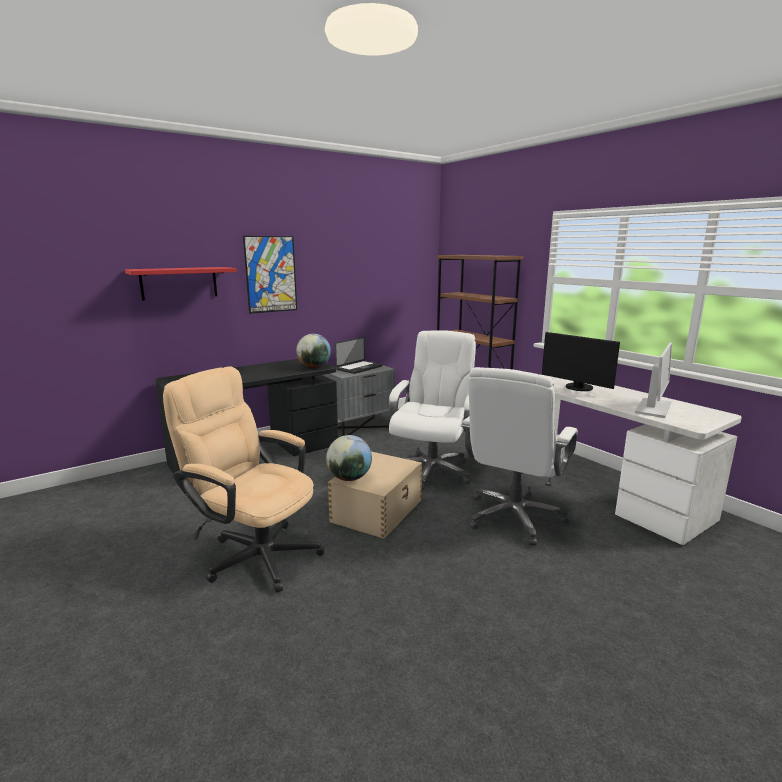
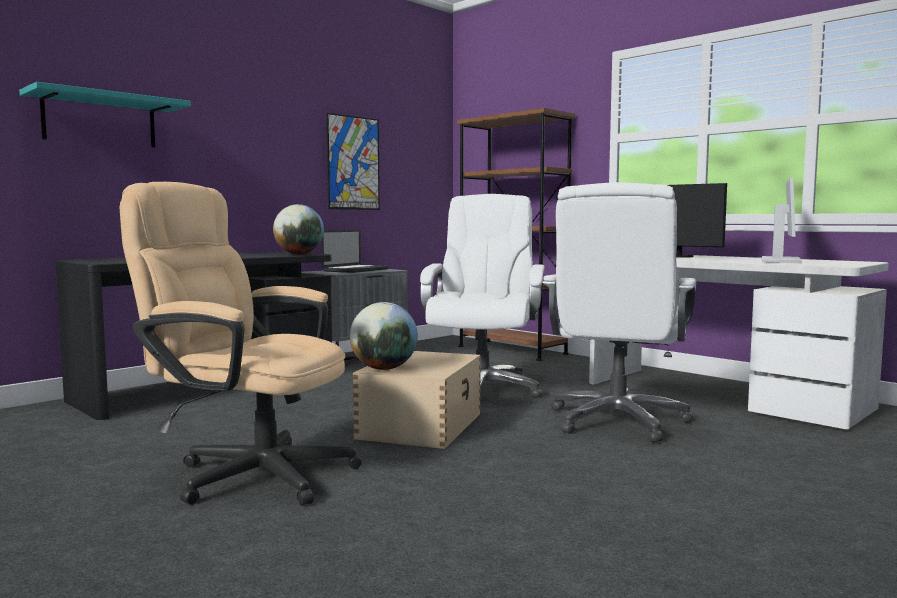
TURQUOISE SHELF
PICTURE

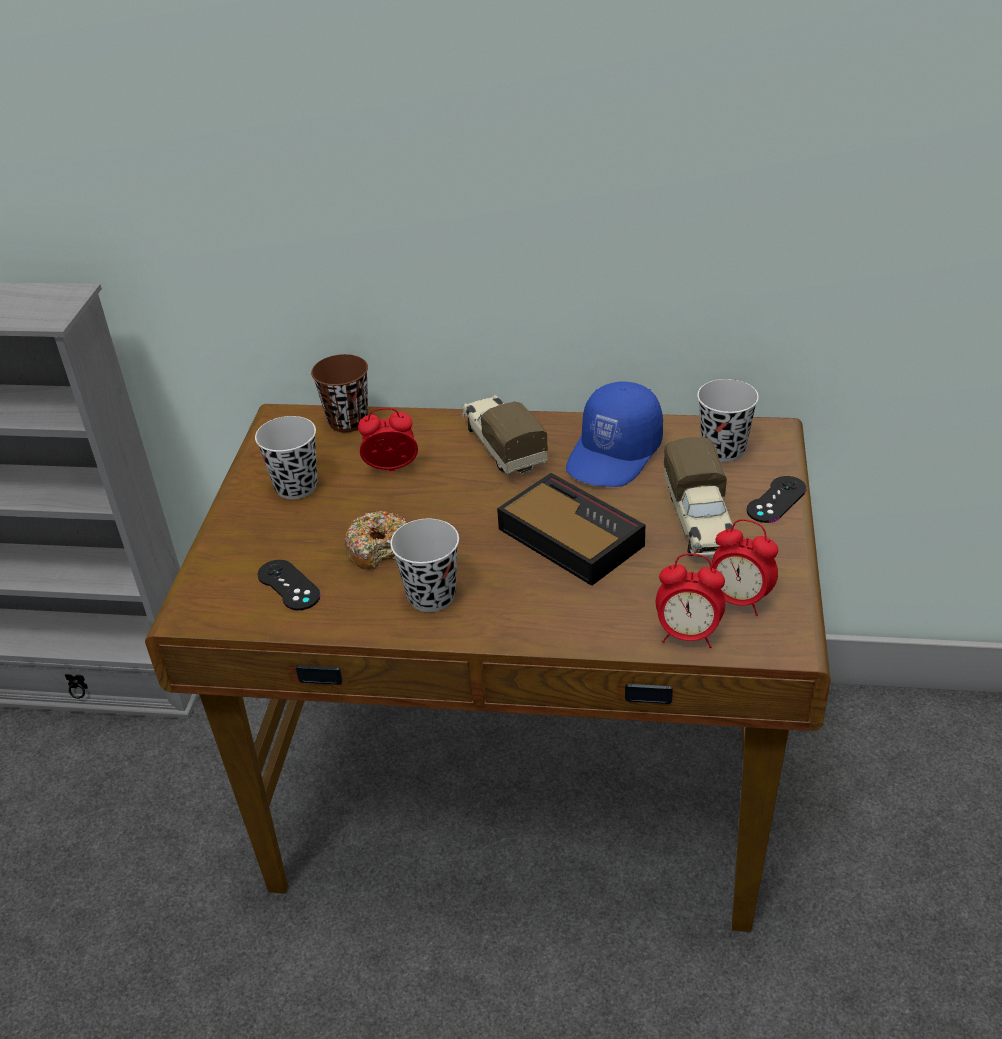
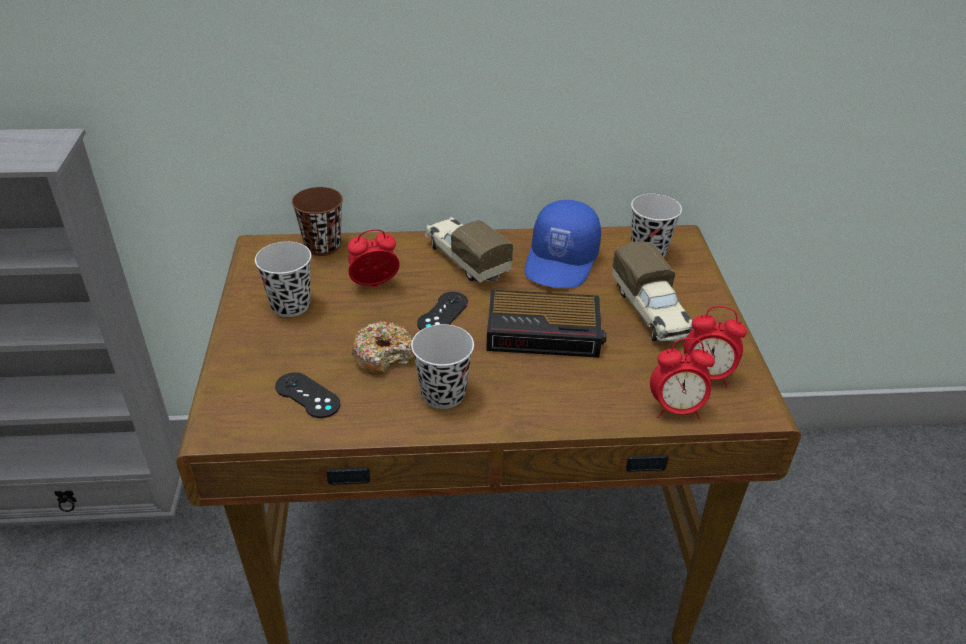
BLACK GAME CONTROLLER (no. 2 from left)
ALARM CLOCK (no. 2 from left)

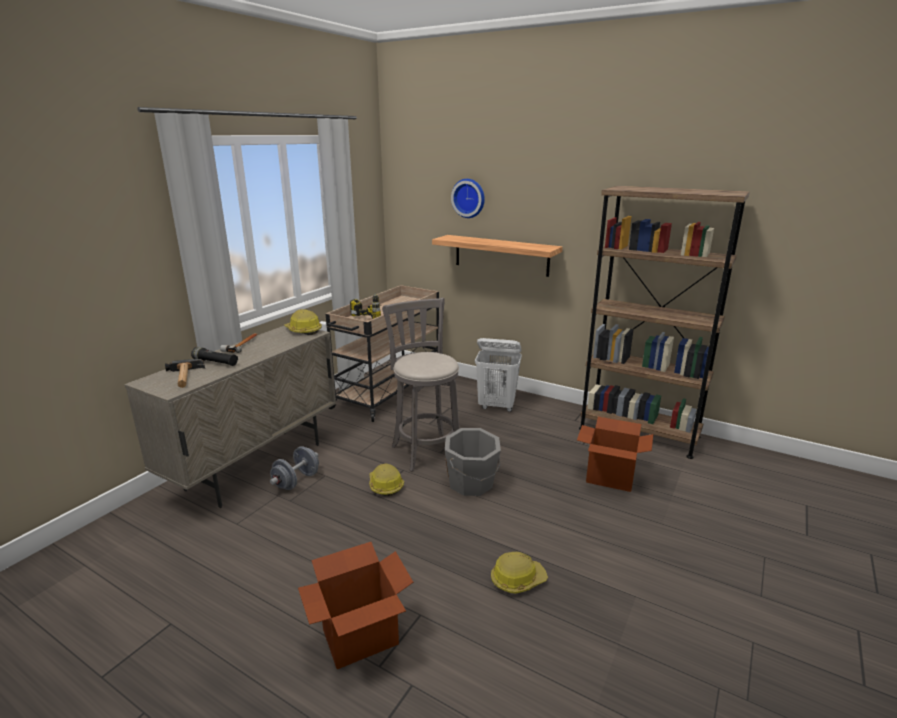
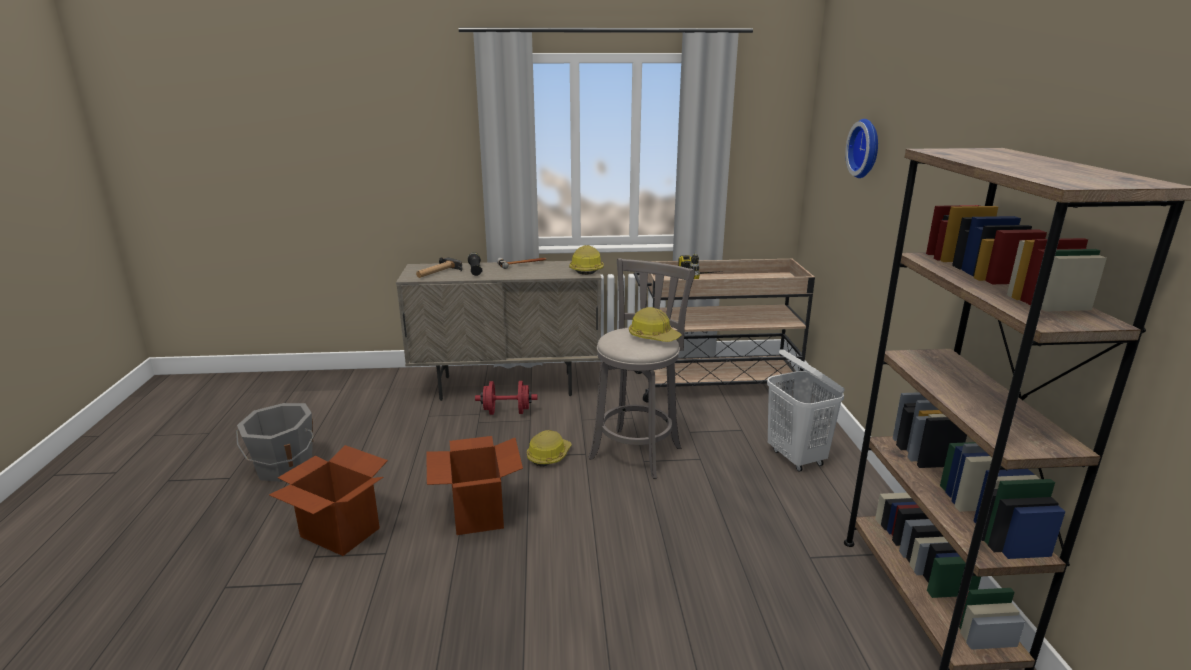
GREY BUCKET
CARDBOARD BOX (no. 2 from left)
RED DUMBBELL
HARD HAT (no. 3 from left)
SHELF

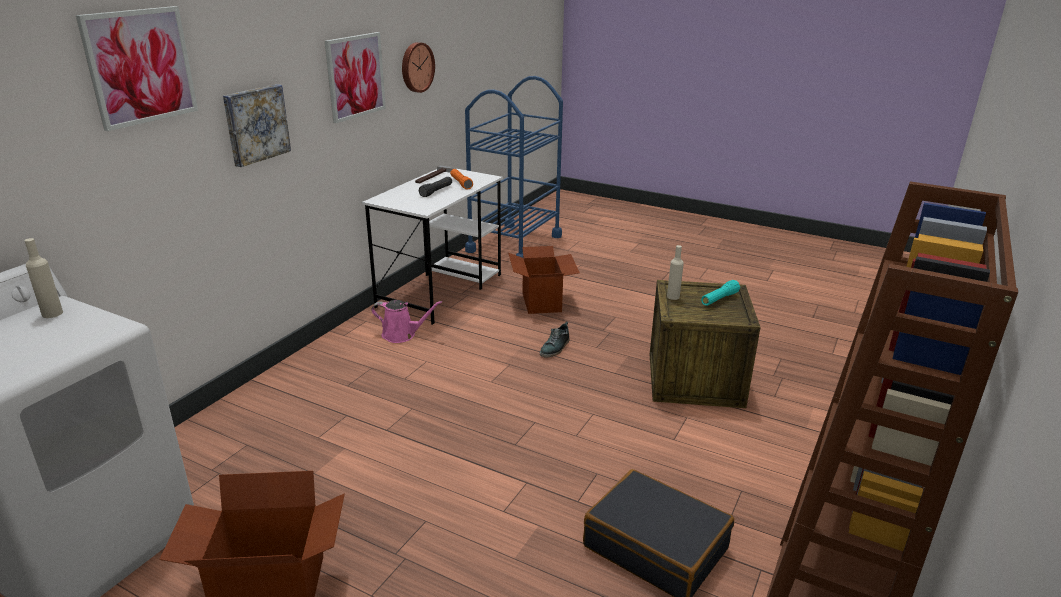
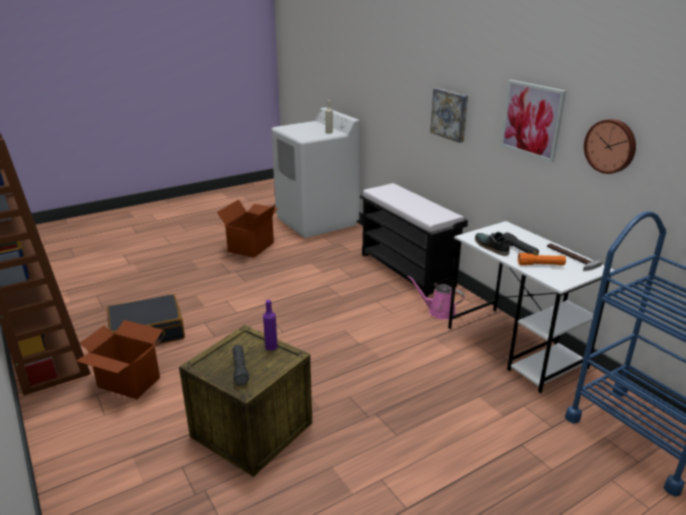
CARDBOARD BOX (no. 1 from left)
BLACK FLASHLIGHT (no. 1 from left)
PURPLE BOTTLE
BLACK BENCH
PINK WATERING CAN
SHOE
PICTURE (no. 1 from left in the first image)

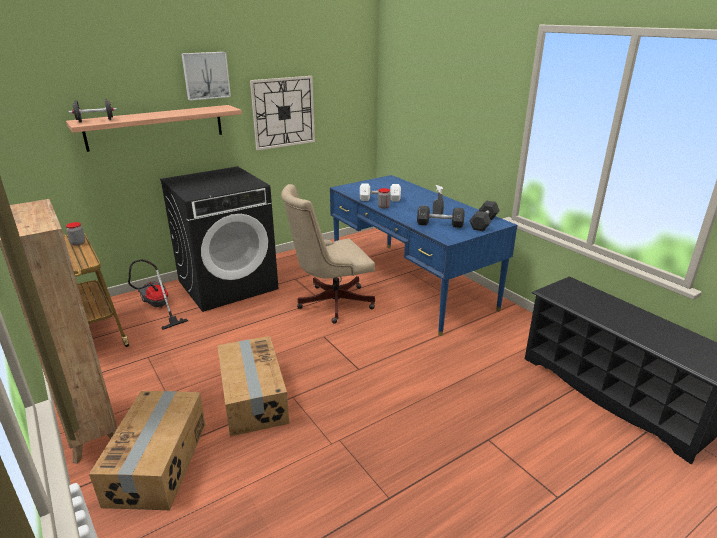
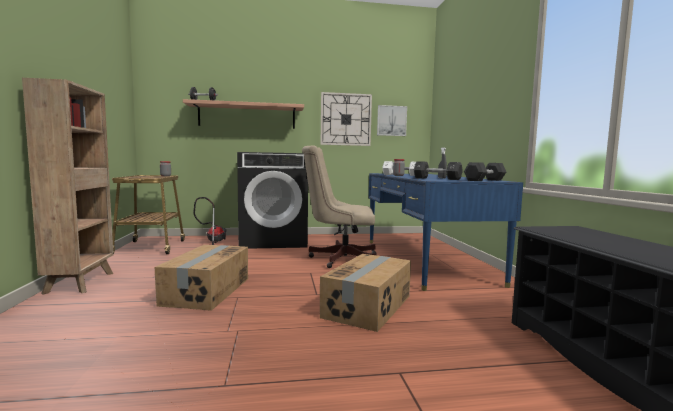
CARDBOARD BOX (no. 2 from left)
PICTURE

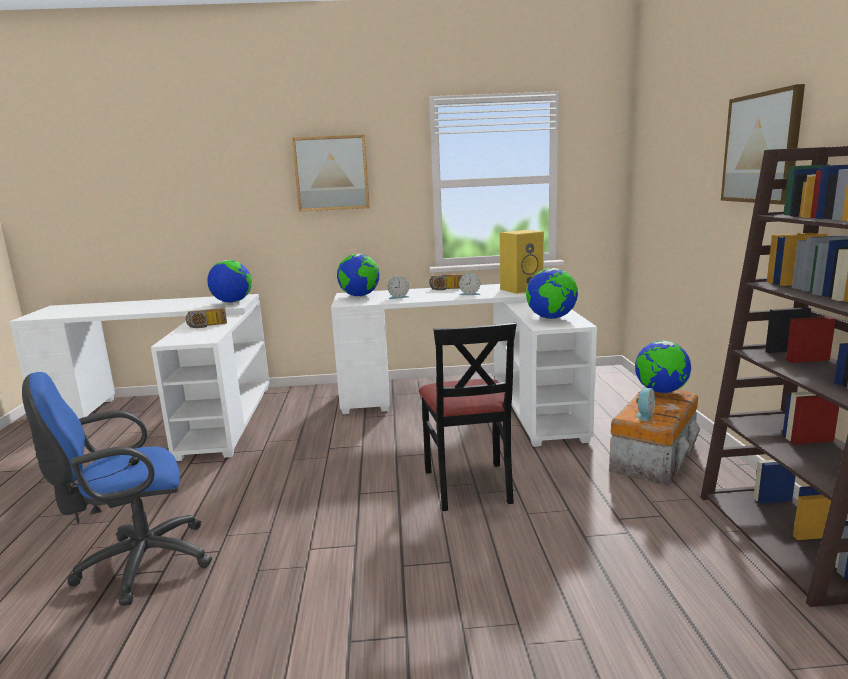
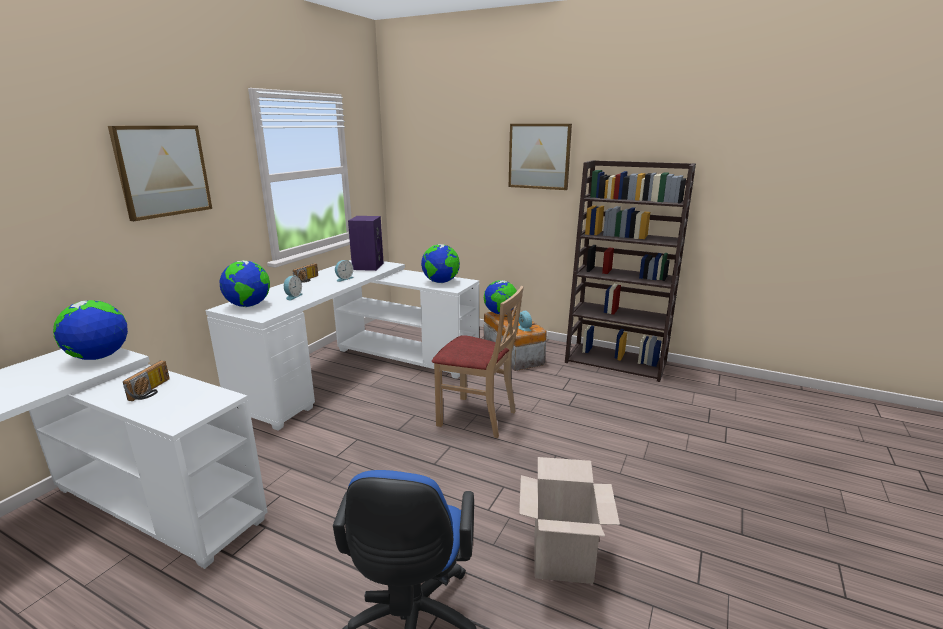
PURPLE SPEAKER
BEIGE CHAIR
CARDBOARD BOX

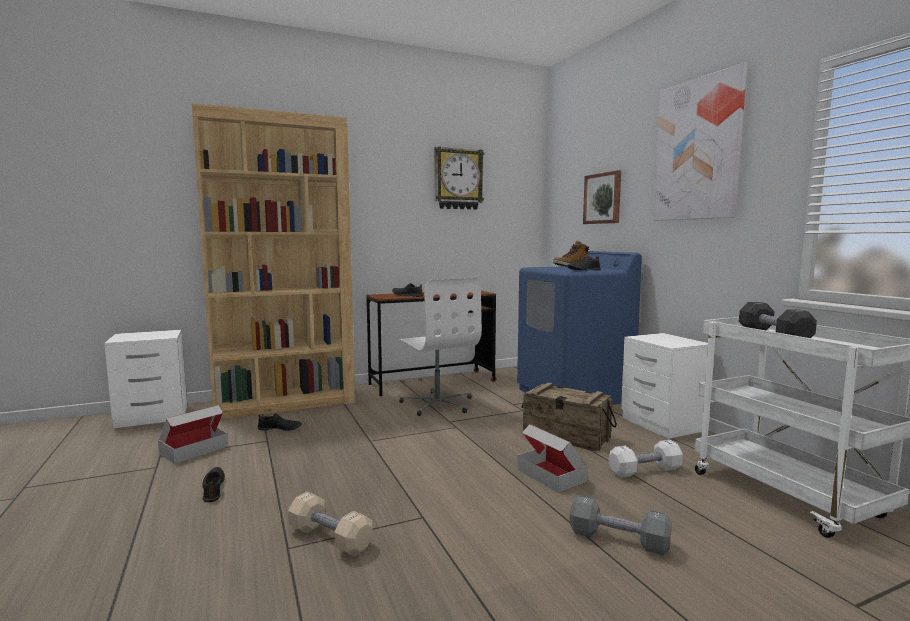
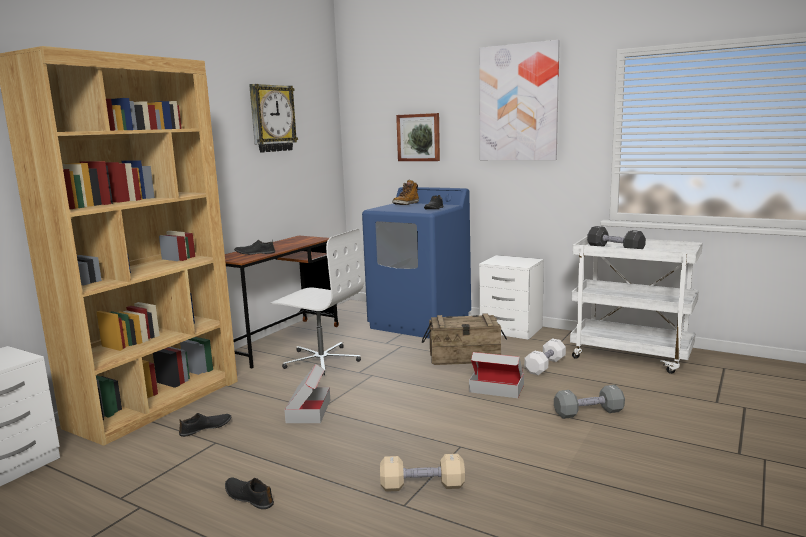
CARDBOARD BOX (no. 1 from left)

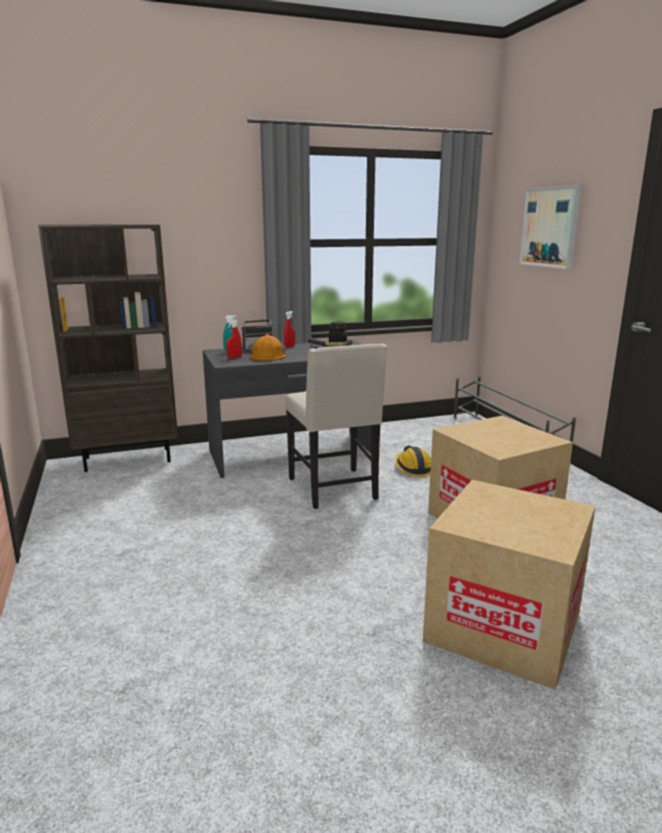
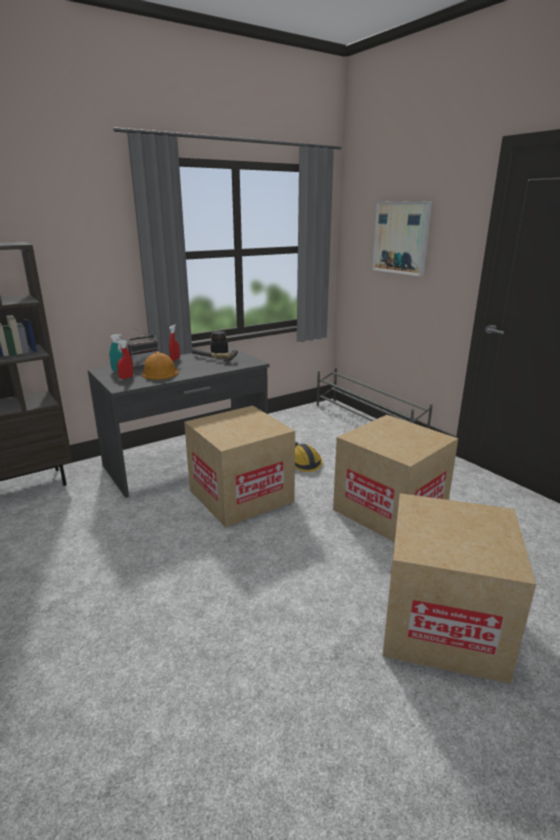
CARDBOARD BOX (no. 1 from left)

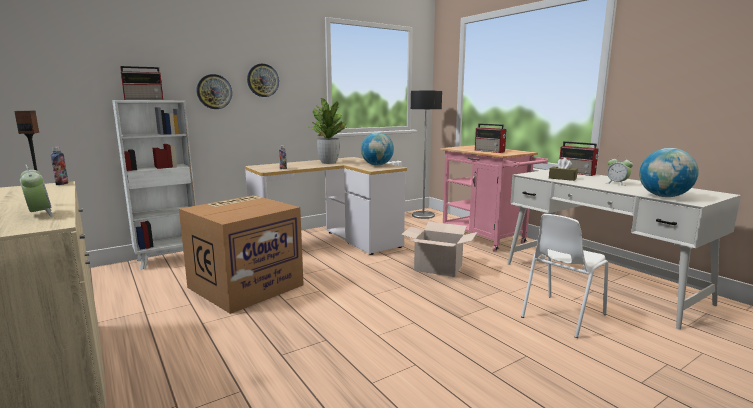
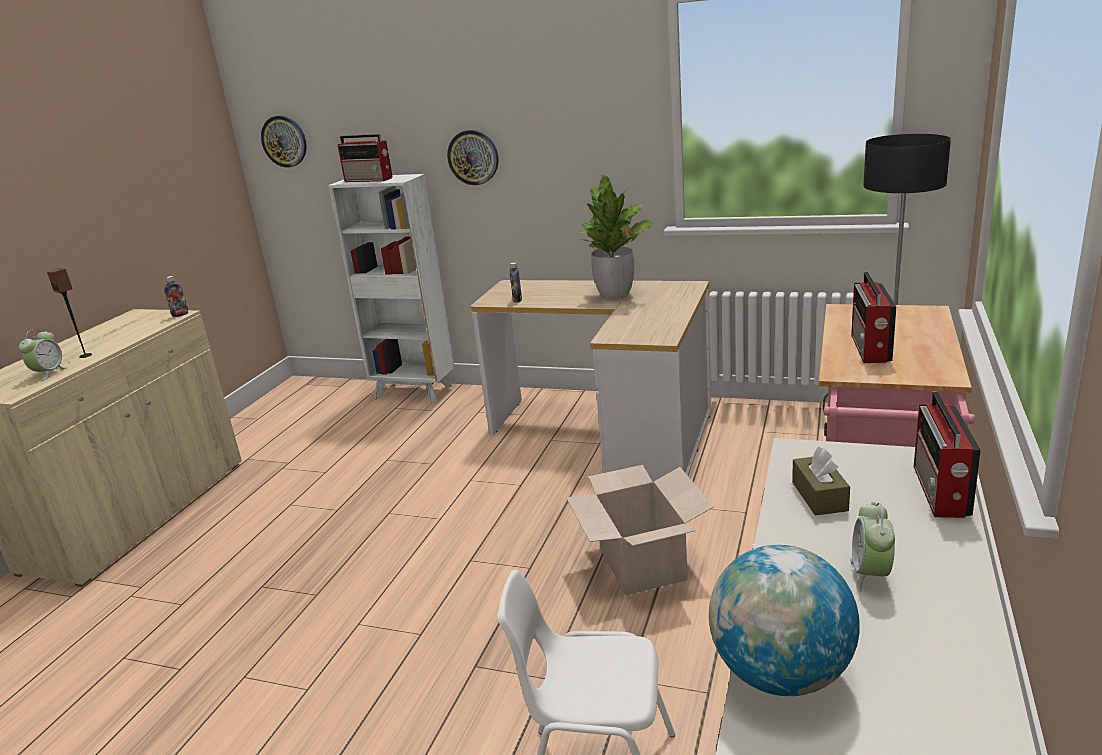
WALL CLOCK (no. 1 from left)
CARDBOARD BOX (no. 1 from left in the first image)
GLOBE (no. 1 from left in the first image)

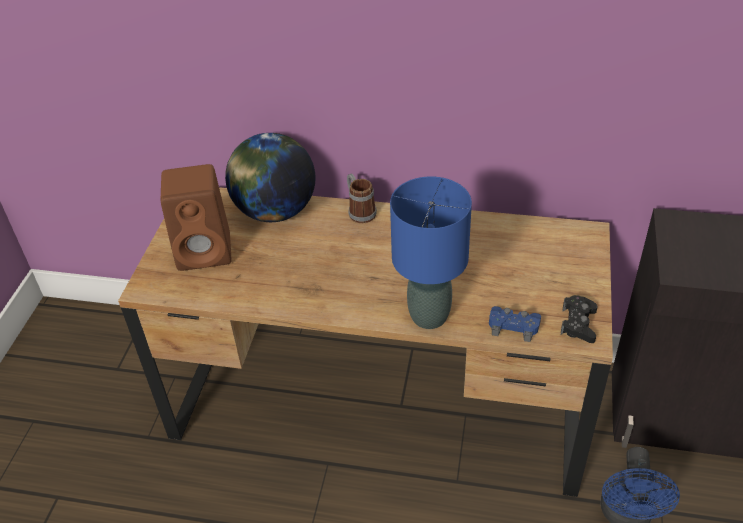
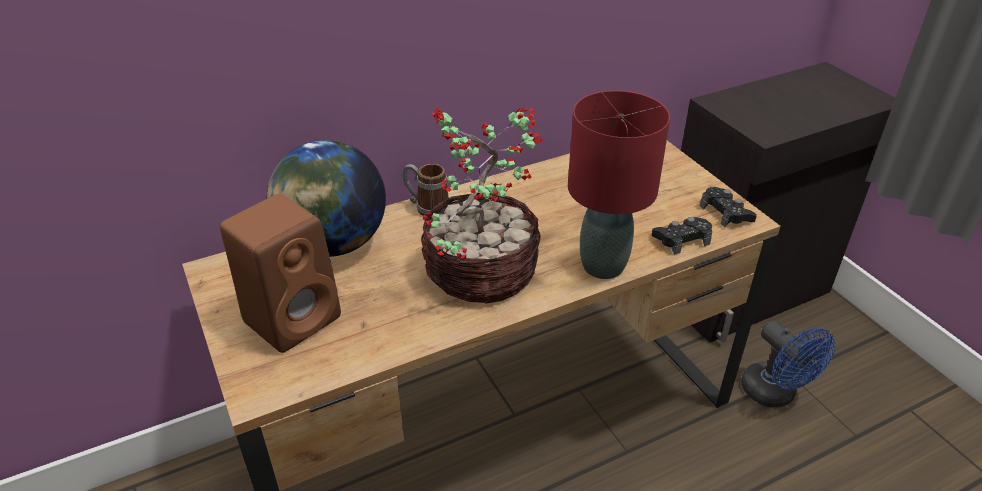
POTTED PLANT
RED TABLE LAMP
BLACK GAME CONTROLLER (no. 1 from left)

